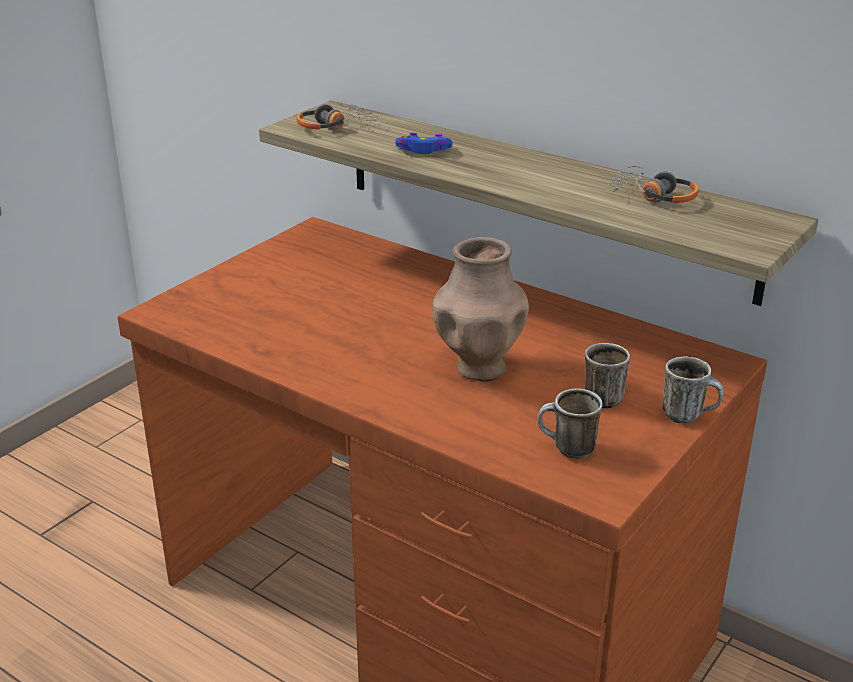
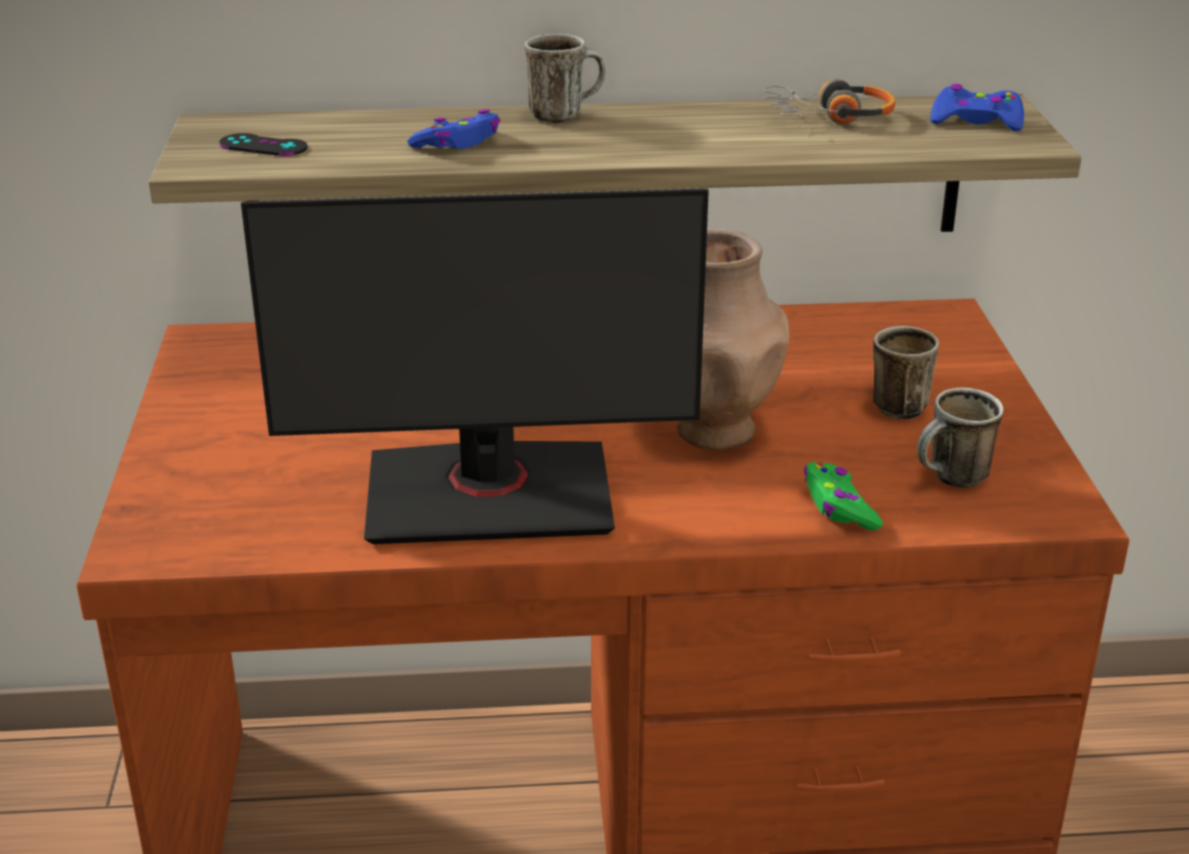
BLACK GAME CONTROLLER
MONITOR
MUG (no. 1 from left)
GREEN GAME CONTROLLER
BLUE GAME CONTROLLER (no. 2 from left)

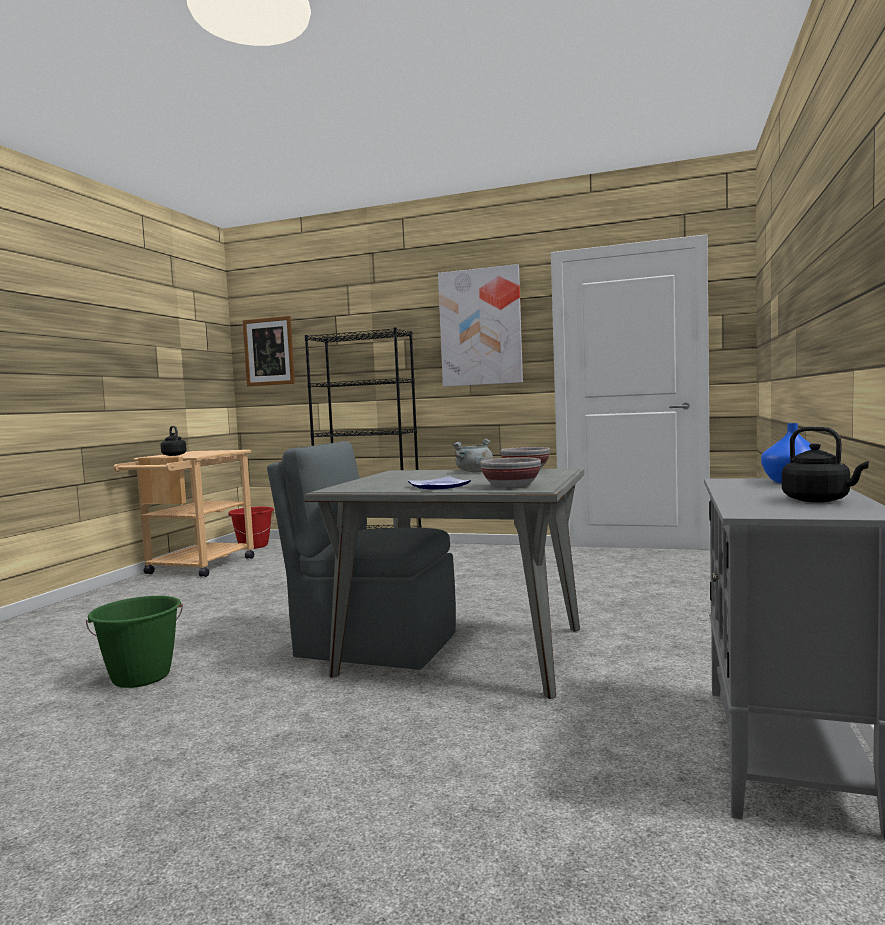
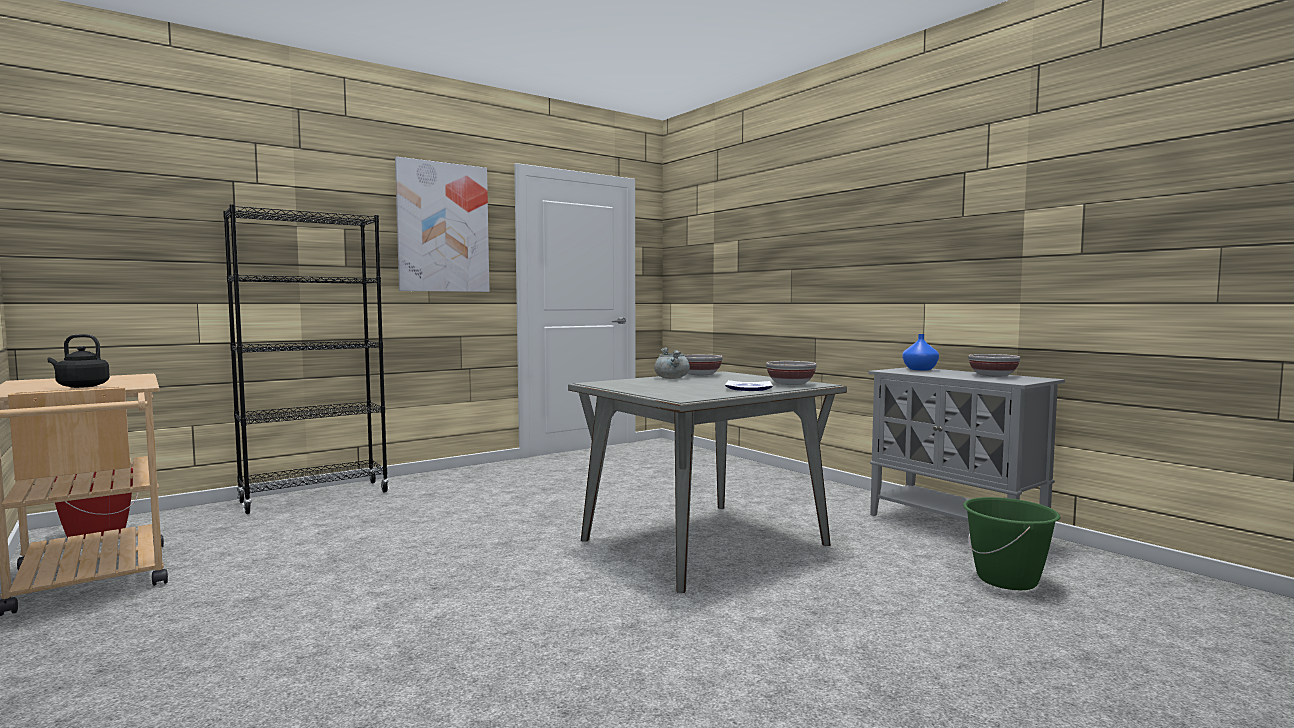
GREEN BUCKET
BOWL (no. 3 from left)
PICTURE (no. 1 from left in the first image)
GREY CHAIR

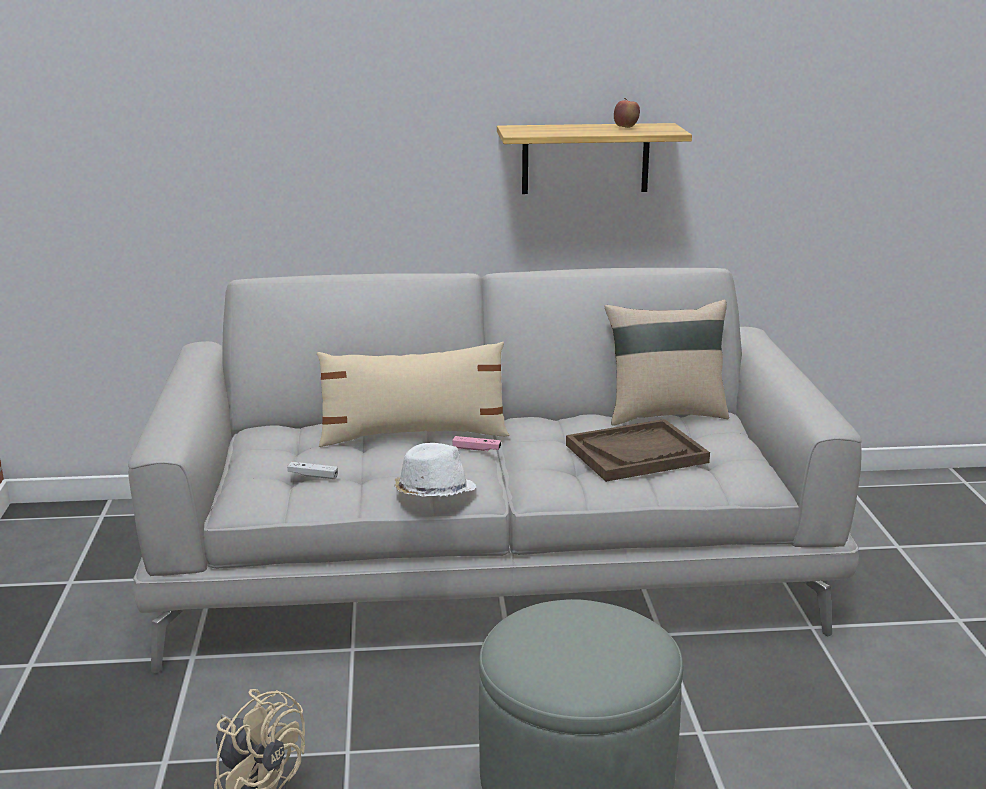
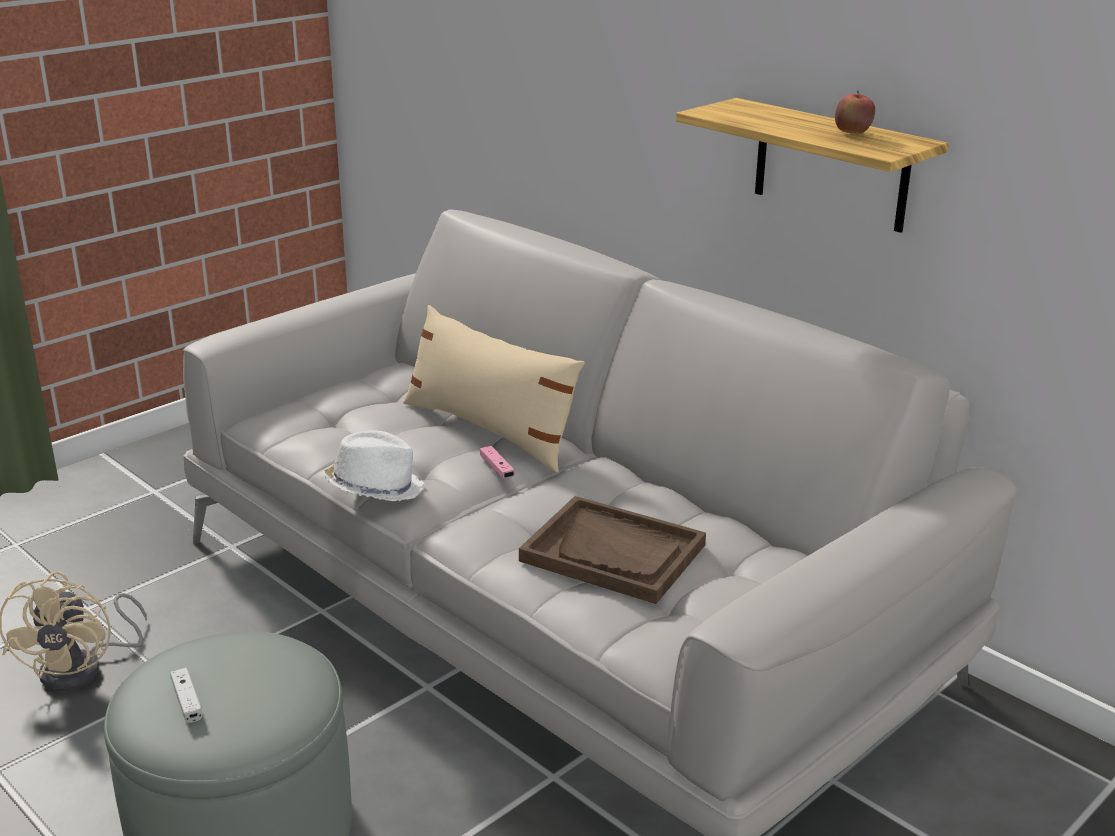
WHITE GAME CONTROLLER
BEIGE PILLOW (no. 2 from left in the first image)

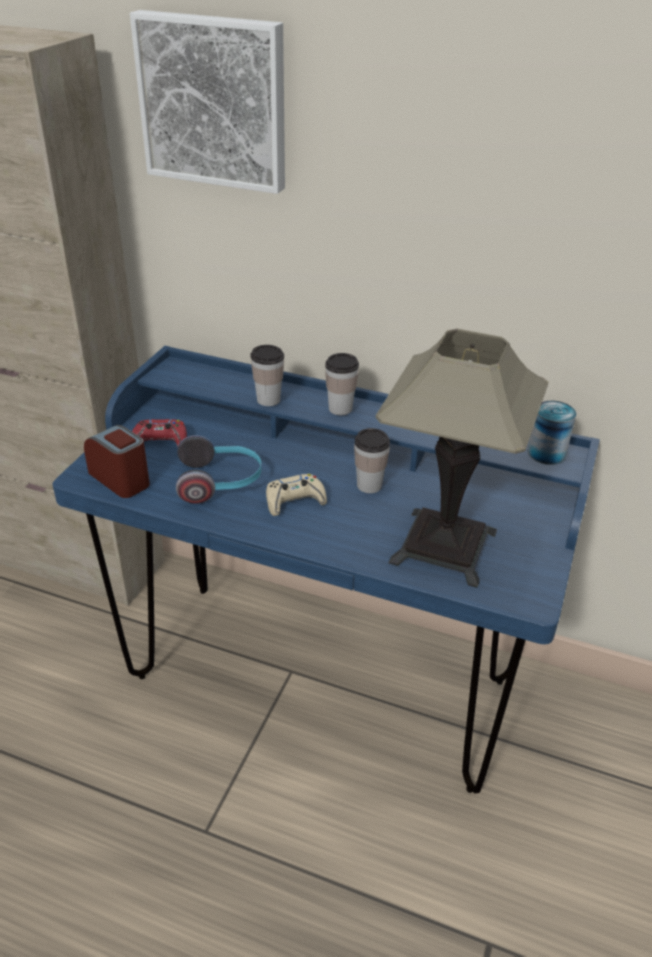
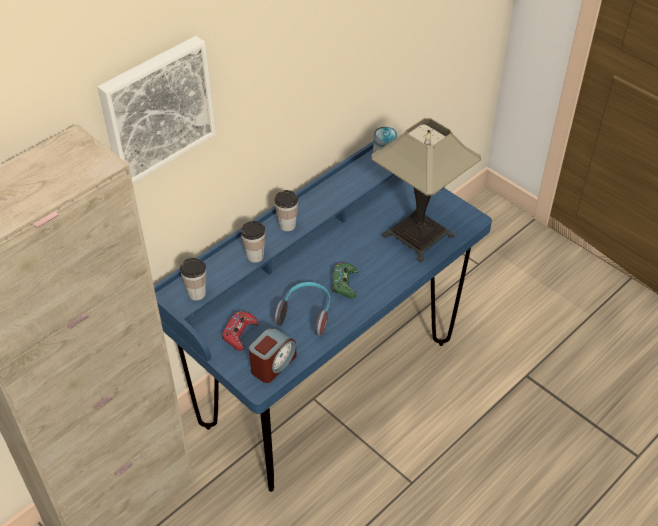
CUP (no. 1 from left)
ALARM CLOCK
GREEN GAME CONTROLLER

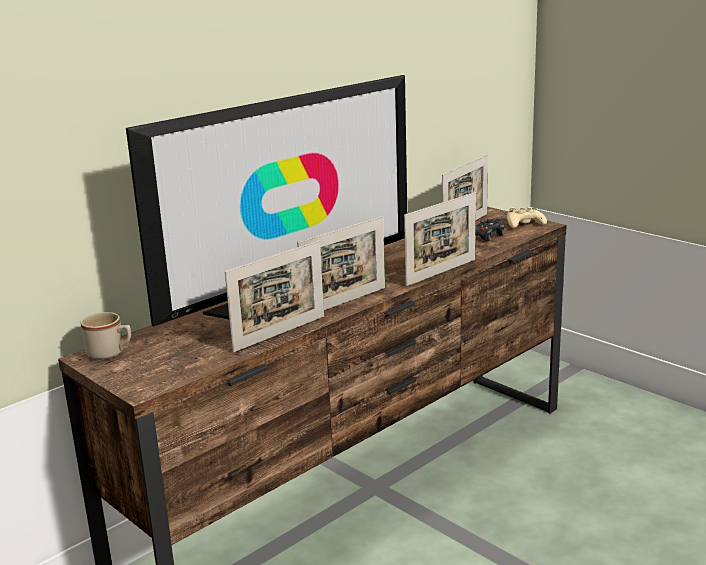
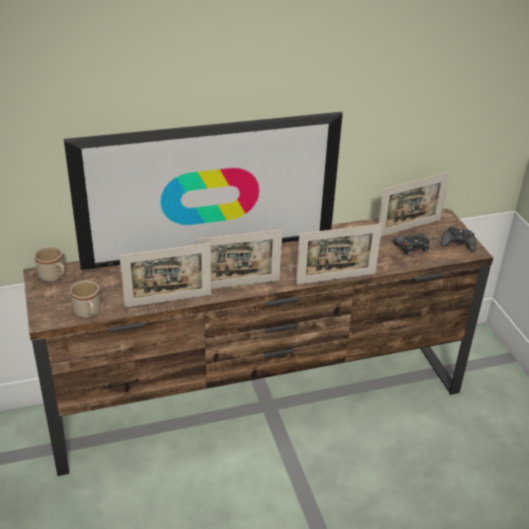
BEIGE MUG (no. 2 from left)
BLACK GAME CONTROLLER (no. 2 from left)

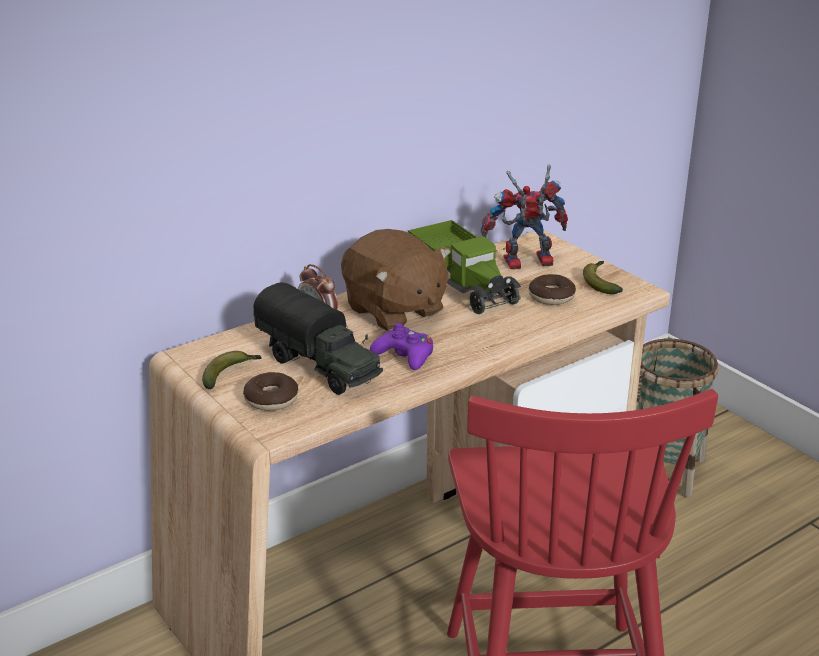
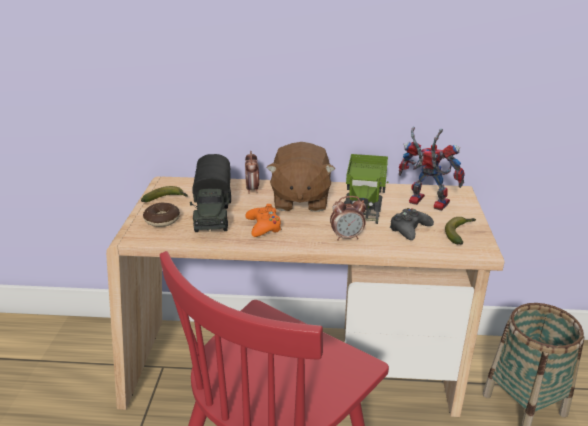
ORANGE GAME CONTROLLER
ALARM CLOCK (no. 2 from left)
BLACK GAME CONTROLLER

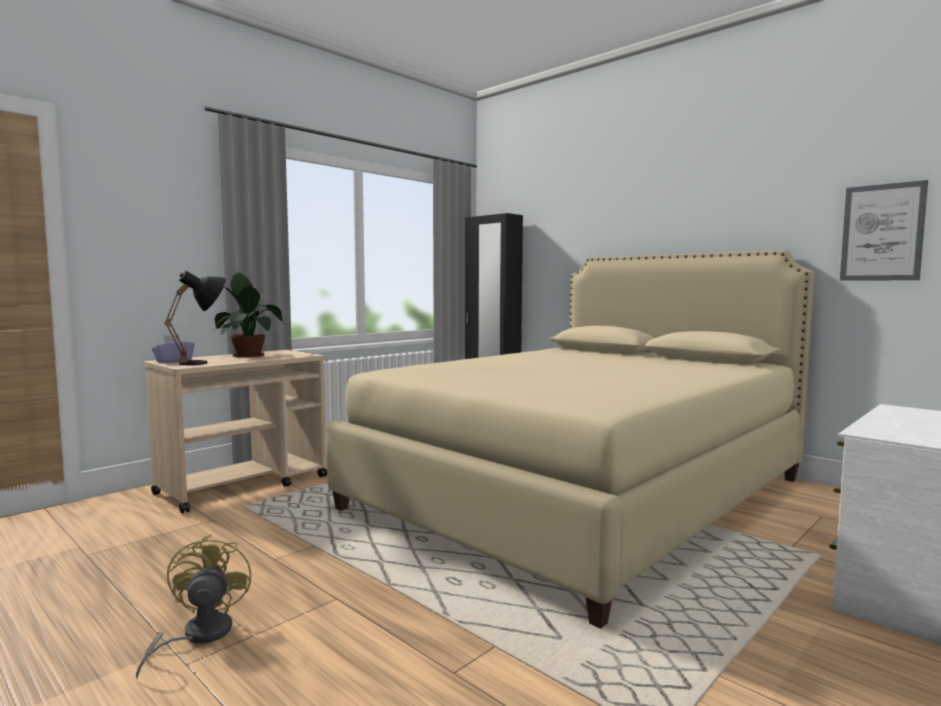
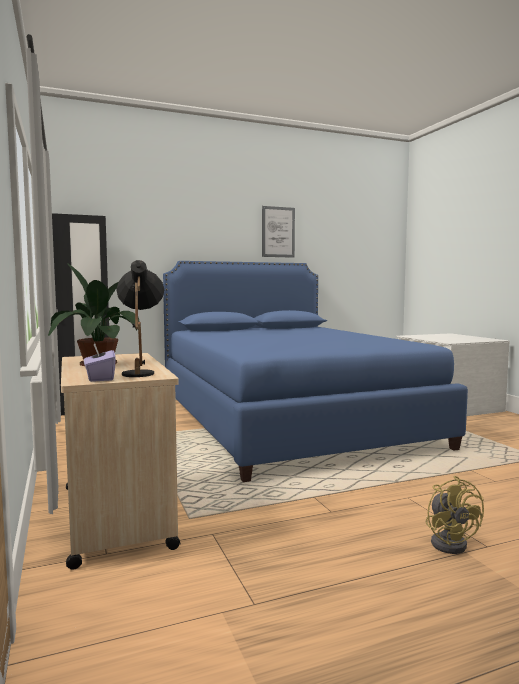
BLUE BED
PICTURE
YELLOW FAN

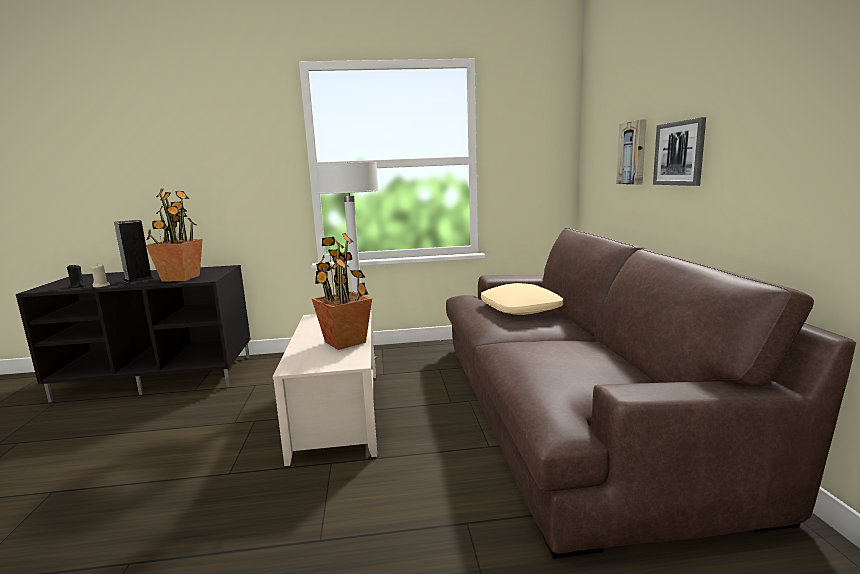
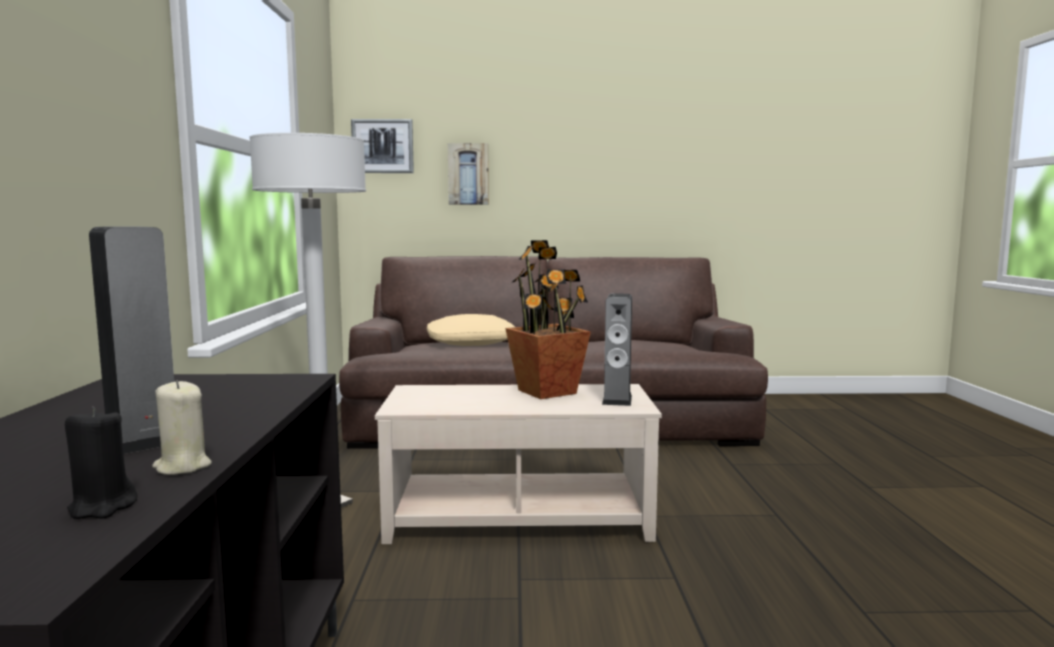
PICTURE (no. 1 from left)
SPEAKER (no. 2 from left)
POTTED PLANT (no. 1 from left in the first image)

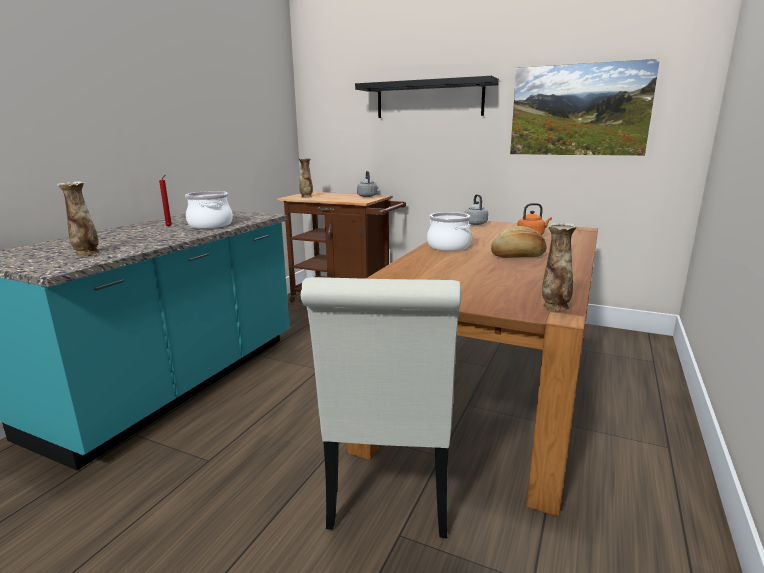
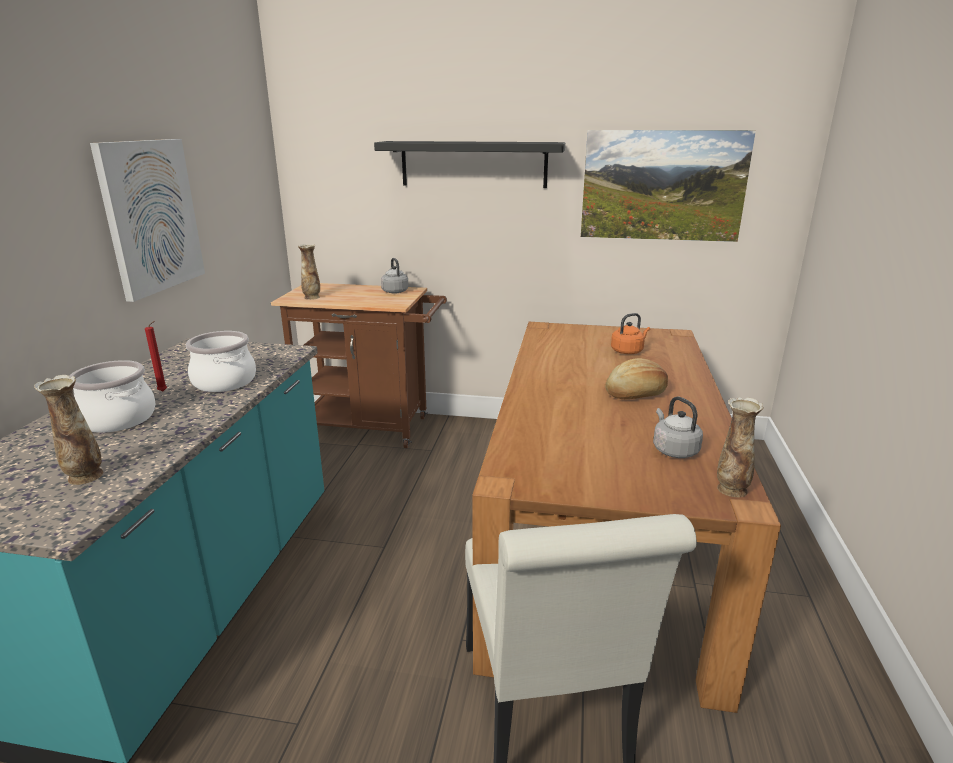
COOKING POT (no. 1 from left)
PICTURE (no. 1 from left)
GREY KETTLE (no. 2 from left)

